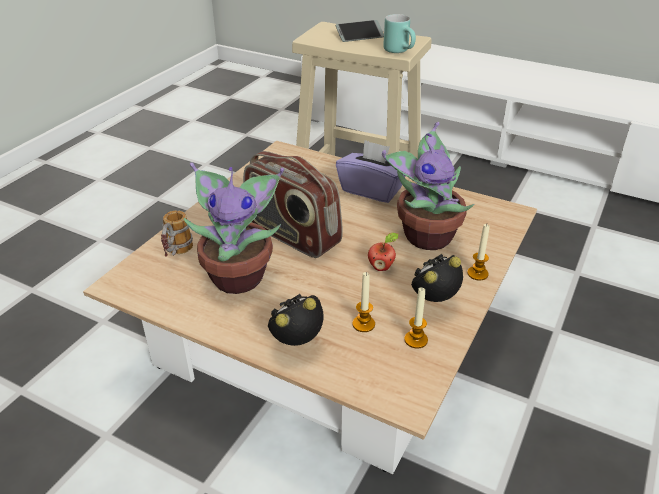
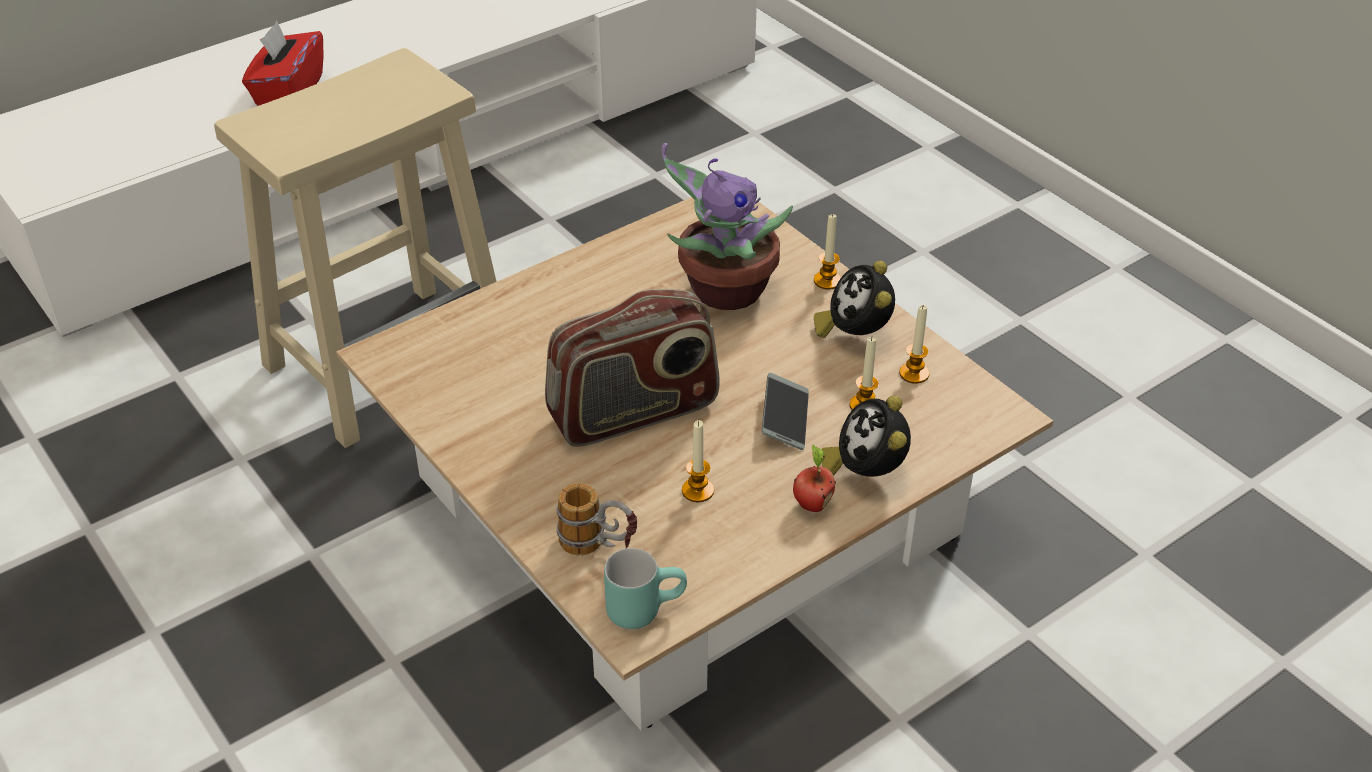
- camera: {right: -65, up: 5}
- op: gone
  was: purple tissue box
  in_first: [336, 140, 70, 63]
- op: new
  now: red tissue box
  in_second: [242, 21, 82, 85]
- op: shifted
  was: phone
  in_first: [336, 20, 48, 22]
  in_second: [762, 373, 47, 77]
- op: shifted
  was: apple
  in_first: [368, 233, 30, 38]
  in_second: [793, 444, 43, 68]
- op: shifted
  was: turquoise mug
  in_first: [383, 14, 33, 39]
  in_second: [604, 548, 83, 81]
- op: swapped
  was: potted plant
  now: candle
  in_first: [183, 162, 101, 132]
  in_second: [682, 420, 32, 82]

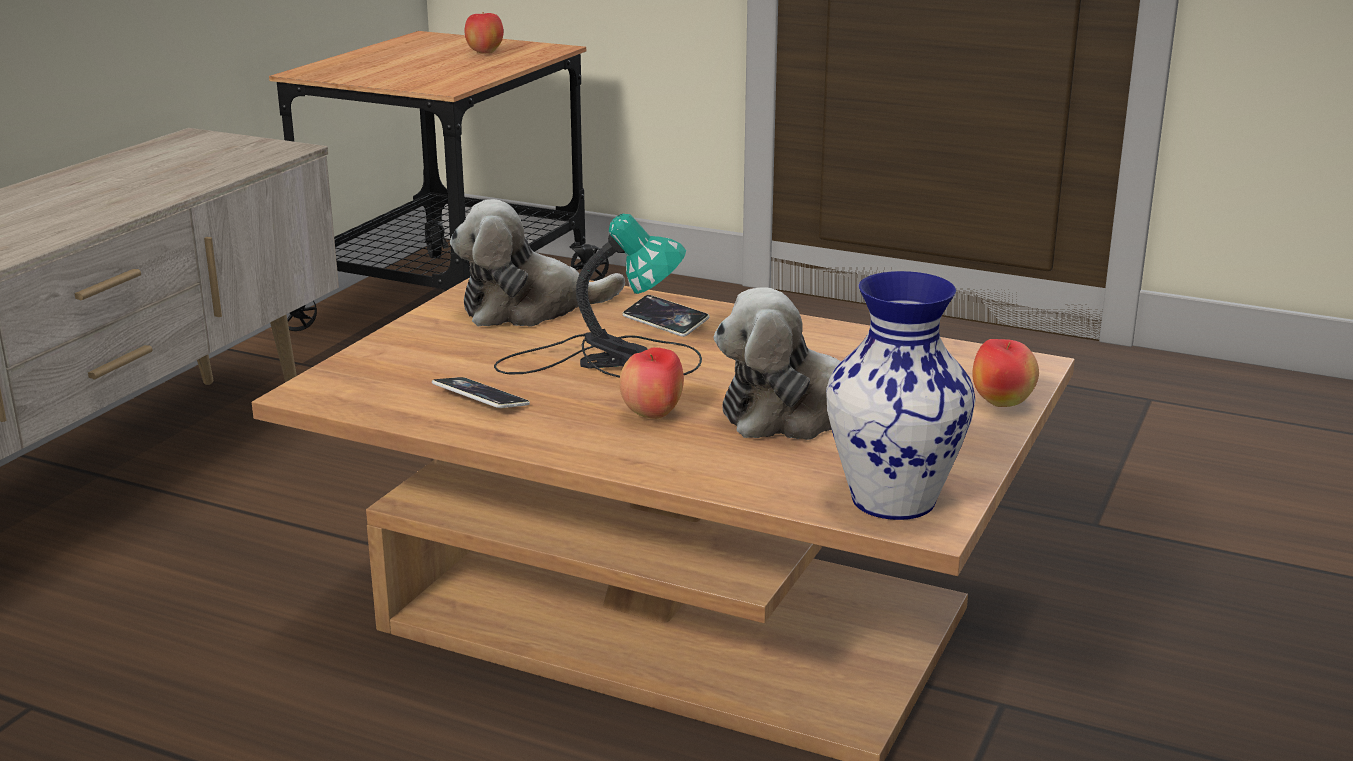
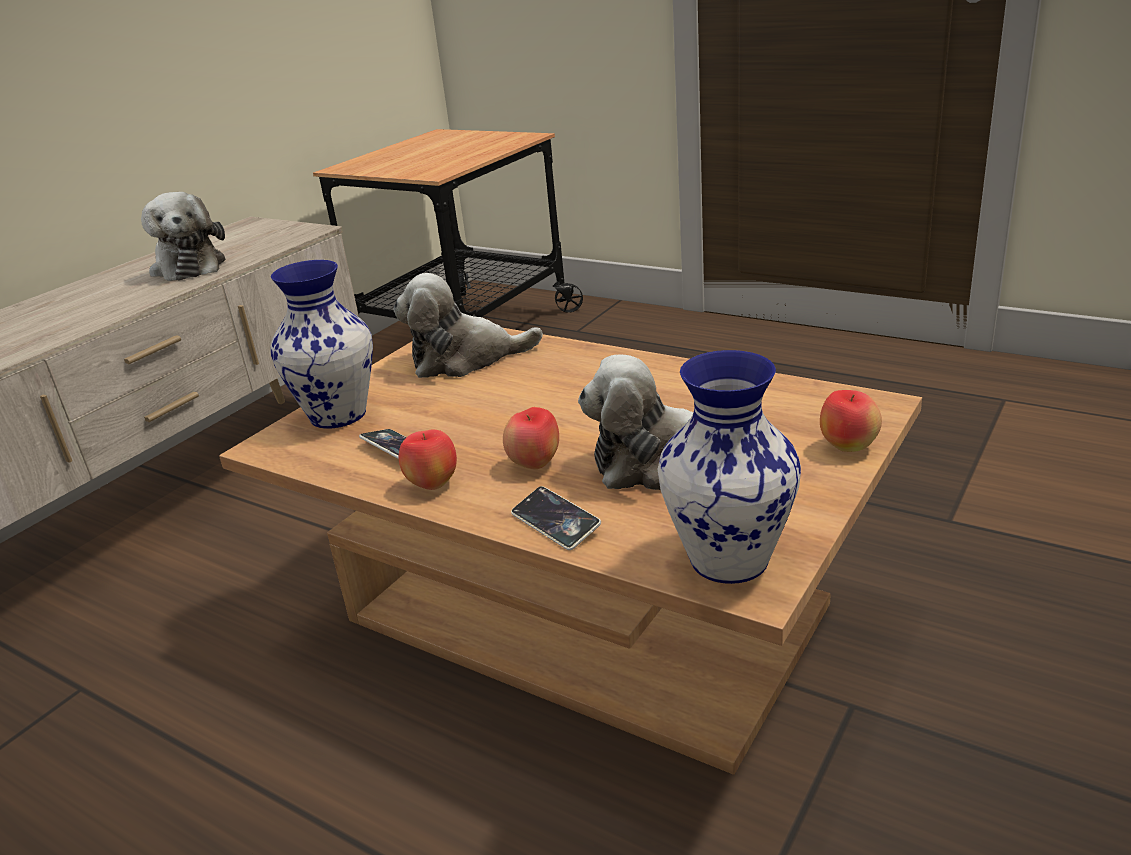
- camera: {right: 10, up: 5}
- op: gone
  was: table lamp
  in_first: [494, 214, 208, 164]
- op: new
  now: plush toy
  in_second: [141, 192, 85, 89]
- op: new
  now: vase
  in_second: [270, 260, 103, 169]
- op: shifted
  was: apple
  in_first: [465, 12, 39, 42]
  in_second: [399, 430, 58, 60]
- op: shifted
  was: phone
  in_first: [622, 295, 88, 42]
  in_second: [511, 486, 90, 64]

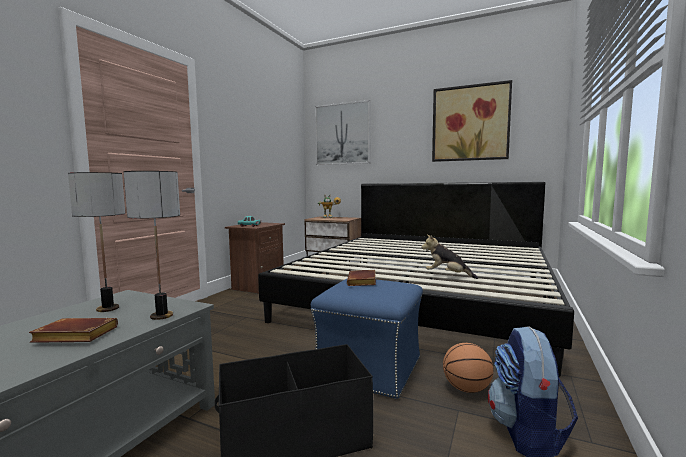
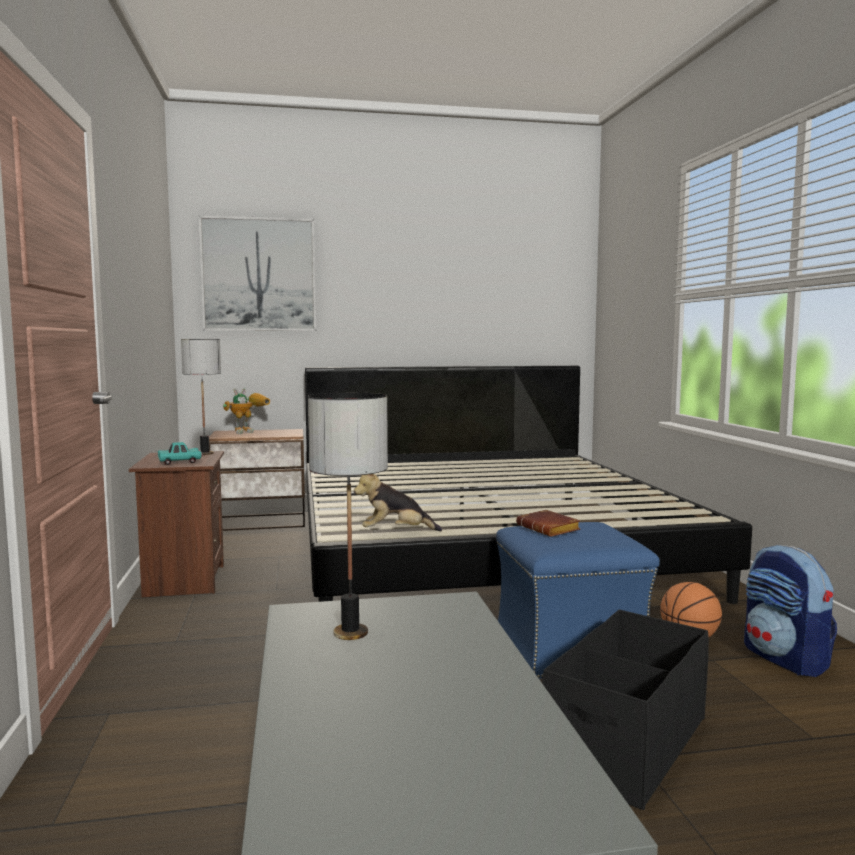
- camera: {right: -35, up: 0}
- op: gone
  was: brown book
  in_first: [29, 318, 89, 25]
- op: gone
  was: picture
  in_first: [432, 80, 80, 82]
- op: shifted
  was: table lamp
  in_first: [124, 171, 56, 149]
  in_second: [181, 339, 40, 116]
- op: shifted
  was: plush toy
  in_first: [421, 235, 57, 44]
  in_second: [354, 474, 88, 57]

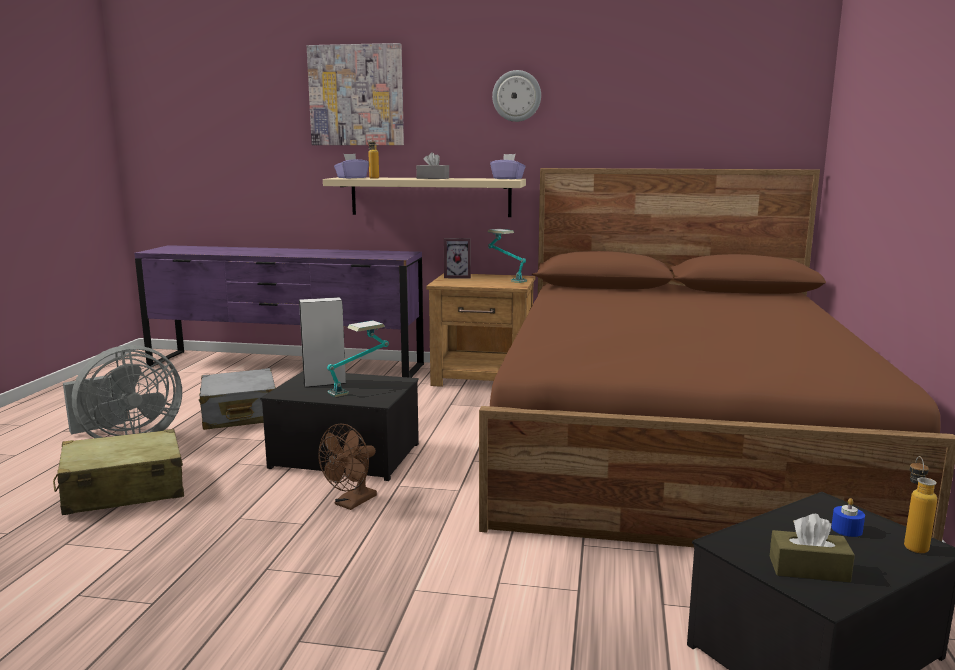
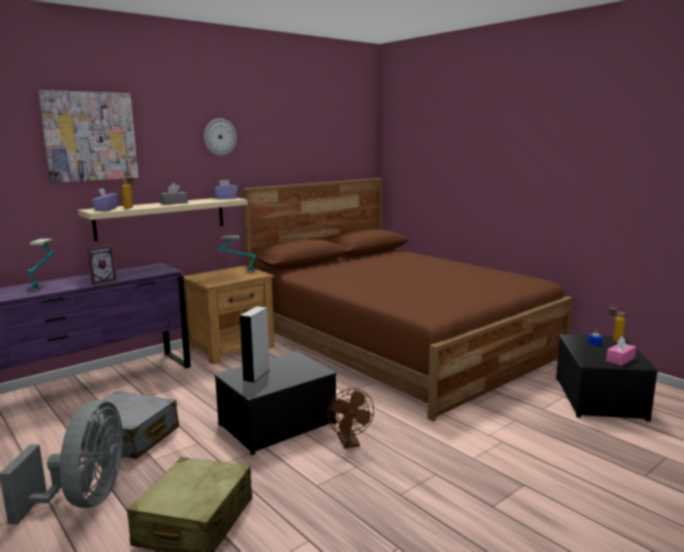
- camera: {right: -50, up: 0}
- op: shifted
  was: table lamp
  in_first: [327, 321, 62, 76]
  in_second: [27, 239, 28, 52]
- op: shifted
  was: picture frame
  in_first: [444, 238, 27, 41]
  in_second: [87, 245, 29, 40]
- op: repainted
  was: brown tissue box
  now: pink tissue box
  in_first: [770, 514, 85, 68]
  in_second: [606, 336, 30, 30]

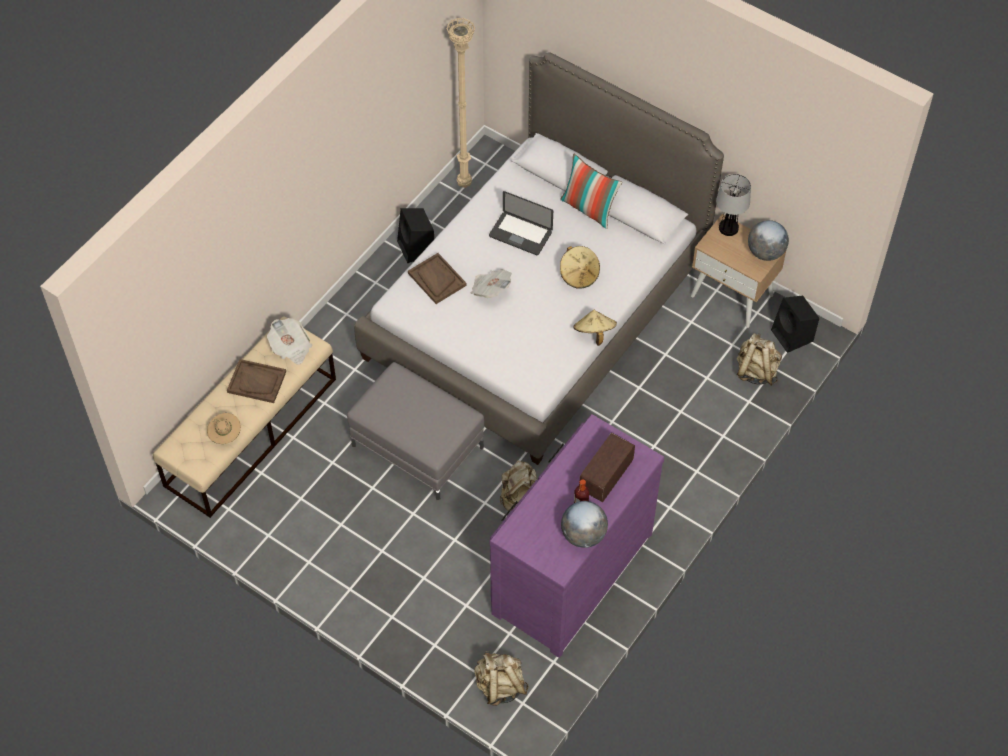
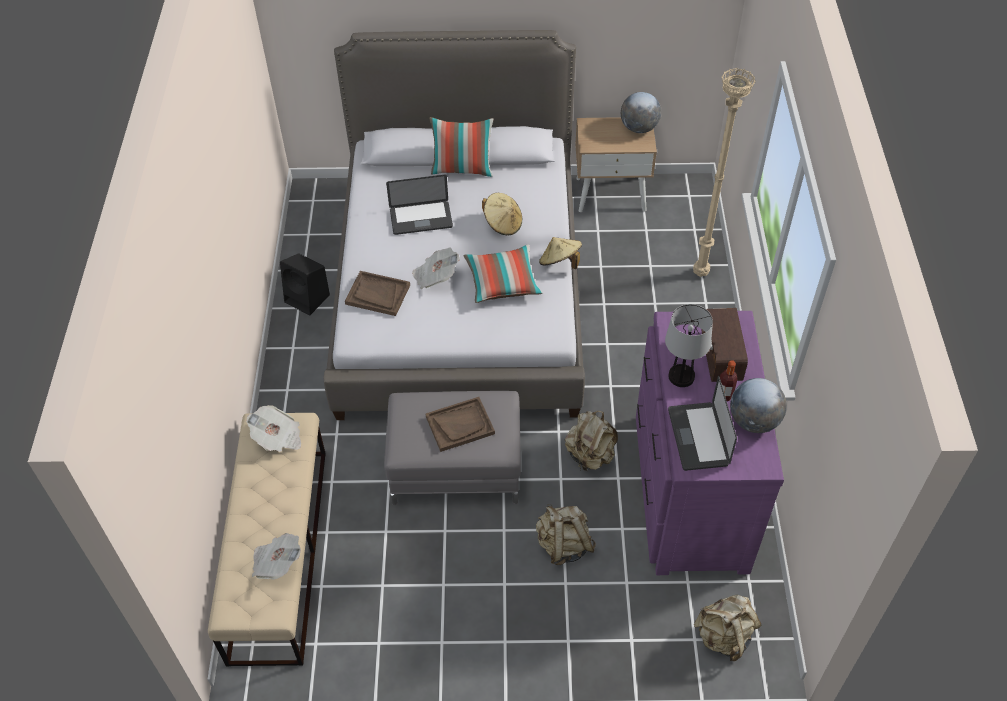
- camera: {right: -35, up: -5}
- op: gone
  was: black speaker
  in_first: [771, 295, 48, 58]
- op: new
  now: pillow
  in_second: [463, 245, 80, 58]
- op: new
  now: laptop
  in_second: [668, 376, 69, 95]
- op: shifted
  was: brown tray
  in_first: [227, 359, 59, 44]
  in_second: [426, 397, 69, 55]
- op: shifted
  was: beige floor lamp
  in_first: [446, 18, 29, 170]
  in_second: [693, 68, 63, 209]
- op: shifted
  was: table lamp
  in_first: [716, 174, 35, 62]
  in_second: [665, 304, 48, 83]
- op: shifted
  was: beige backpack
  in_first: [737, 333, 45, 53]
  in_second: [536, 504, 60, 61]
- op: swapped
  was: beige hat
  now: newspaper
  in_first: [207, 413, 34, 31]
  in_second: [252, 533, 49, 47]

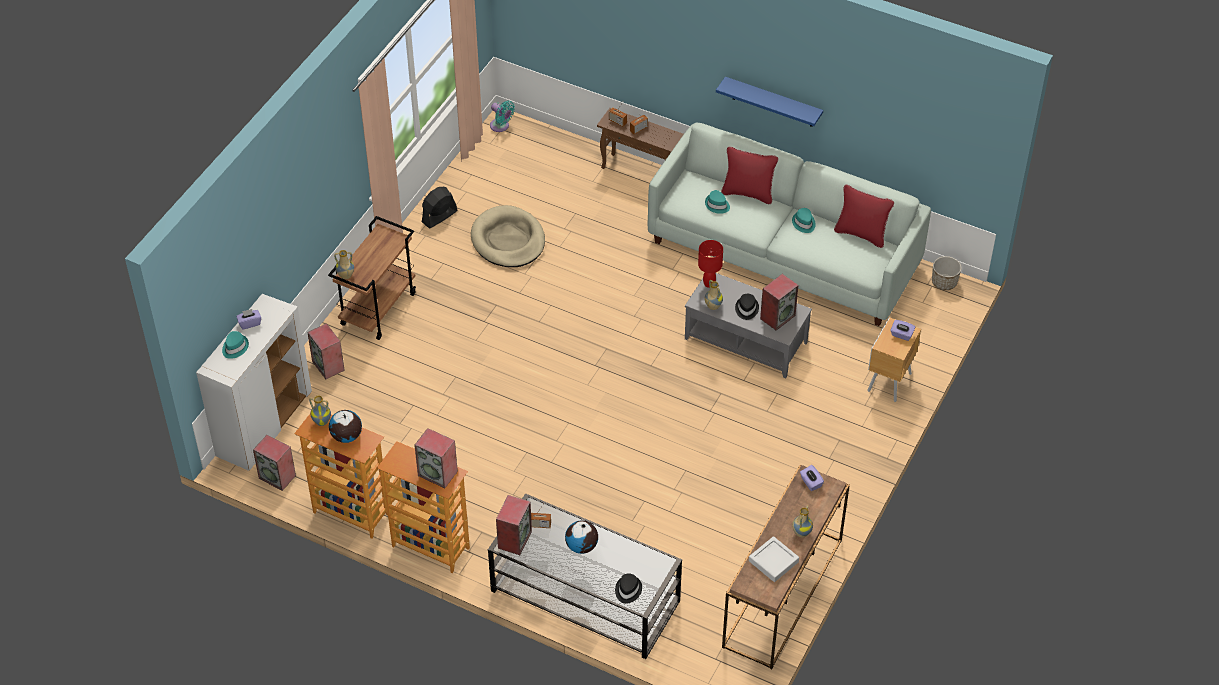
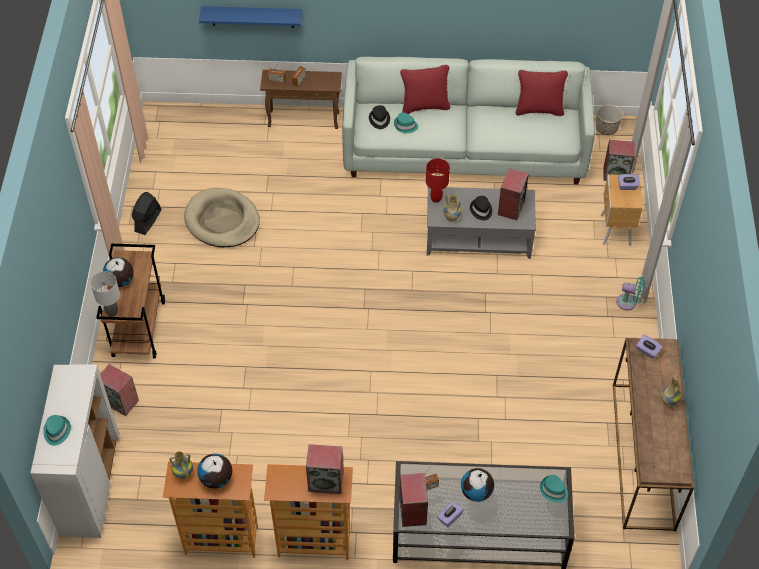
- camera: {right: -25, up: 5}
- op: gone
  was: grey tray
  in_first: [749, 536, 50, 46]
- op: new
  now: globe
  in_second: [103, 257, 30, 30]
- op: shifted
  was: purple tissue box
  in_first: [236, 309, 25, 20]
  in_second: [437, 502, 27, 25]
- op: shifted
  was: speaker
  in_first: [253, 435, 43, 56]
  in_second: [603, 140, 32, 41]
- op: shifted
  was: turquoise fan
  in_first: [490, 101, 25, 31]
  in_second: [616, 277, 29, 33]
- op: shifted
  was: black hat
  in_first: [615, 573, 27, 31]
  in_second: [369, 105, 21, 24]
- op: shifted
  was: blue shelf
  in_first: [716, 77, 107, 50]
  in_second: [199, 6, 103, 22]
- op: shifted
  was: turquoise hat
  in_first: [792, 208, 24, 25]
  in_second: [540, 475, 28, 28]
- op: swapped
  was: vase
  now: grey table lamp
  in_first: [334, 250, 20, 29]
  in_second: [91, 271, 29, 46]

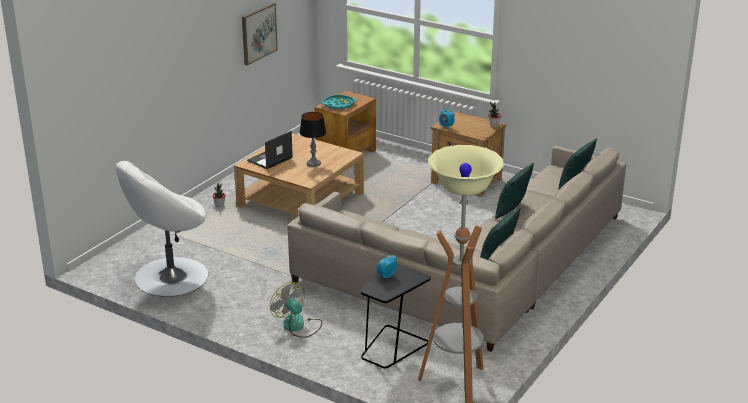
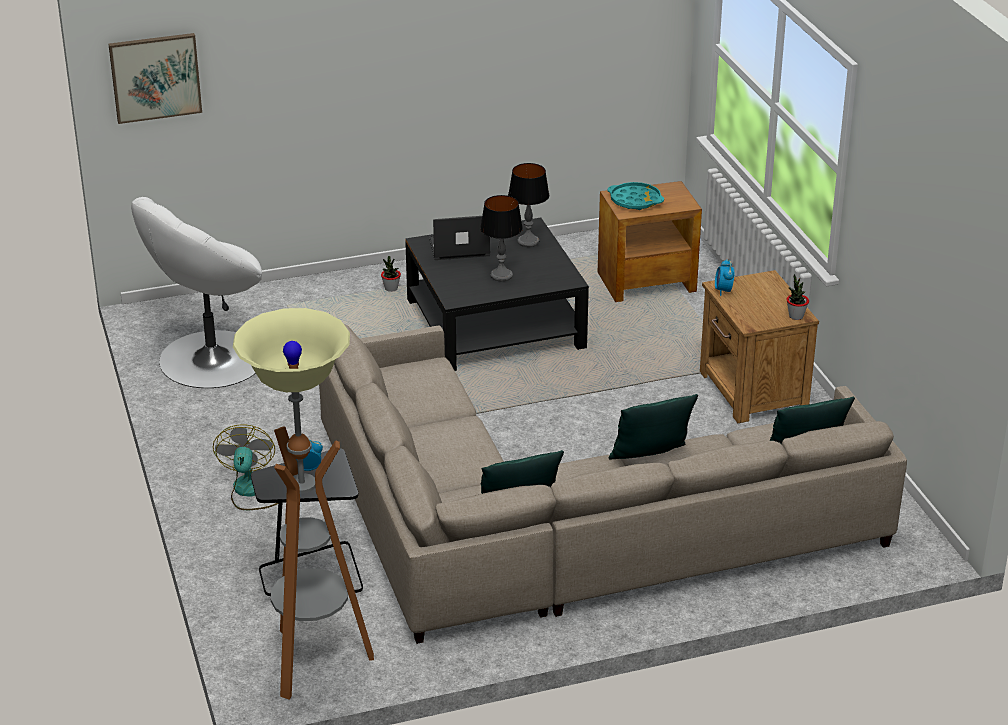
- camera: {right: 40, up: 5}
- op: new
  now: table lamp
  in_second: [508, 163, 41, 84]
- op: shifted
  was: picture
  in_first: [242, 3, 36, 62]
  in_second: [109, 33, 93, 91]
- op: repainted
  was: beige coffee table
  now: black coffee table
  in_first: [234, 133, 130, 83]
  in_second: [405, 218, 184, 153]
- op: rotated
  was: white armchair
  in_first: [116, 161, 92, 136]
  in_second: [131, 197, 131, 191]
  clockwise: -45

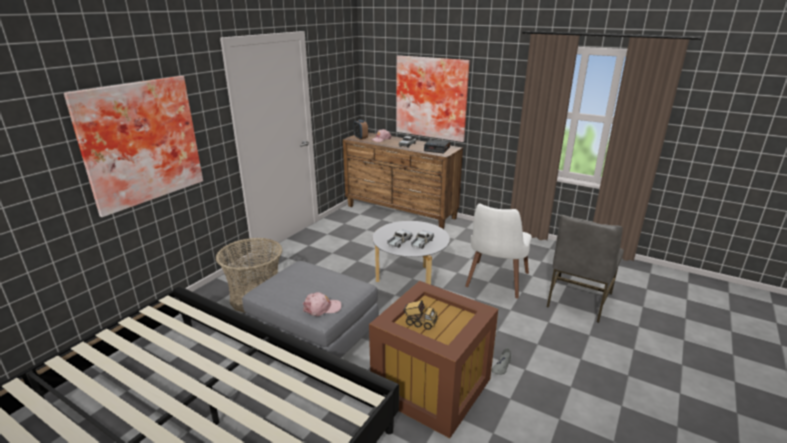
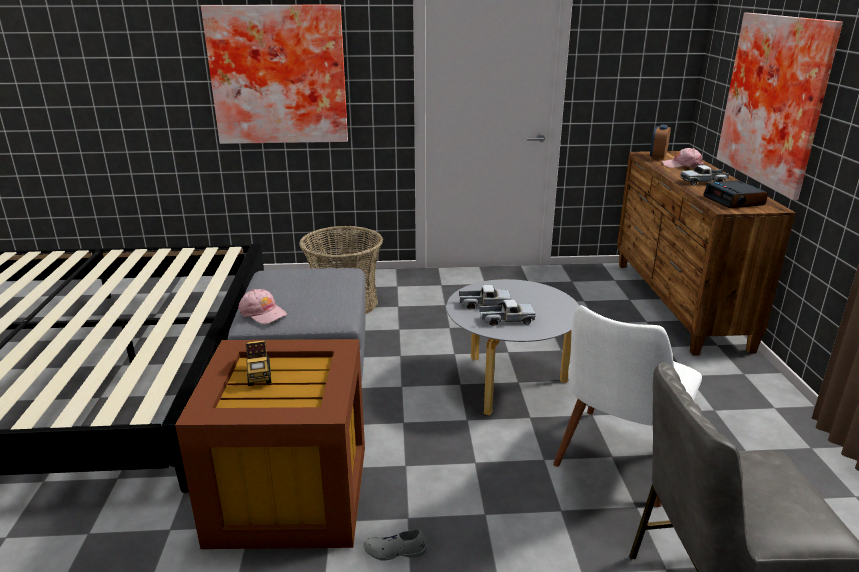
- camera: {right: 55, up: 0}
- op: rotated
  was: white chair
  in_first: [465, 204, 67, 95]
  in_second: [553, 305, 149, 202]
  clockwise: -45

